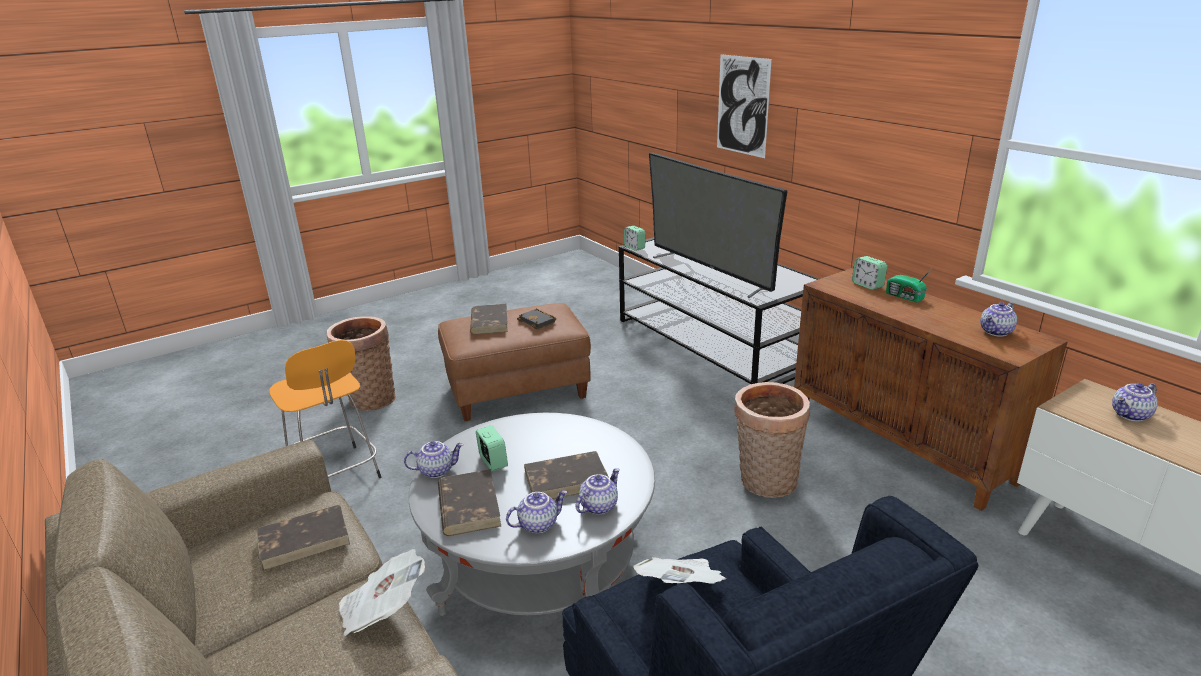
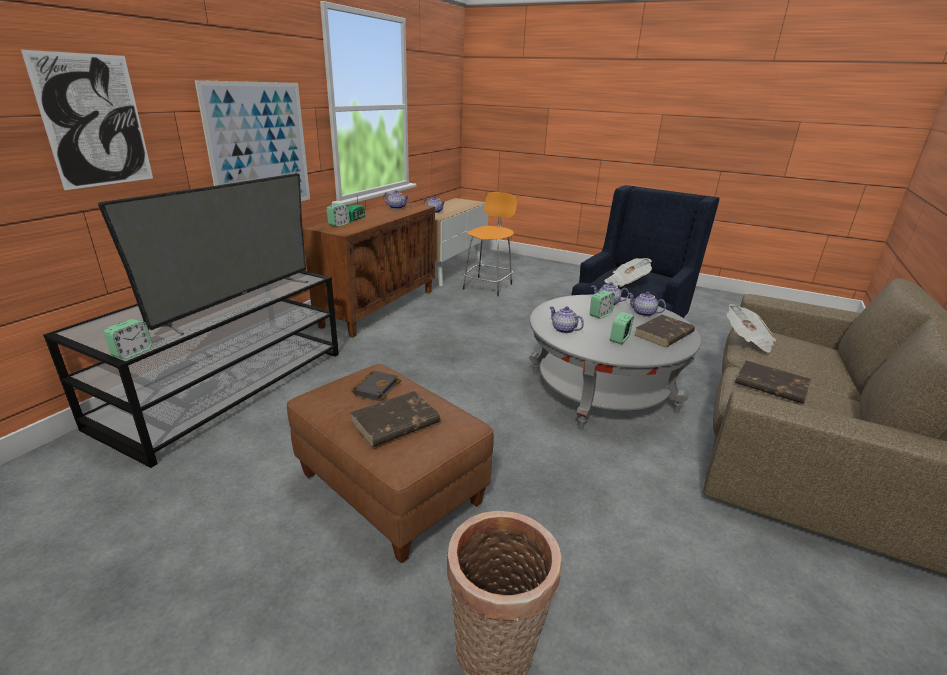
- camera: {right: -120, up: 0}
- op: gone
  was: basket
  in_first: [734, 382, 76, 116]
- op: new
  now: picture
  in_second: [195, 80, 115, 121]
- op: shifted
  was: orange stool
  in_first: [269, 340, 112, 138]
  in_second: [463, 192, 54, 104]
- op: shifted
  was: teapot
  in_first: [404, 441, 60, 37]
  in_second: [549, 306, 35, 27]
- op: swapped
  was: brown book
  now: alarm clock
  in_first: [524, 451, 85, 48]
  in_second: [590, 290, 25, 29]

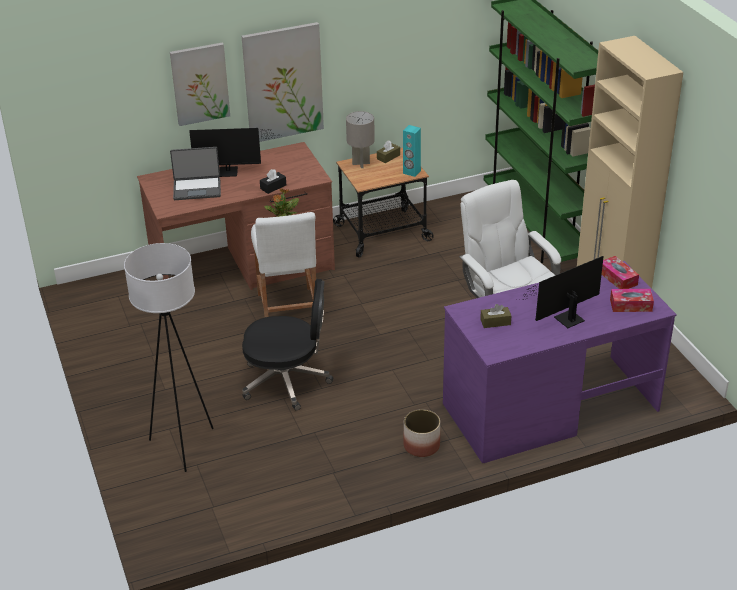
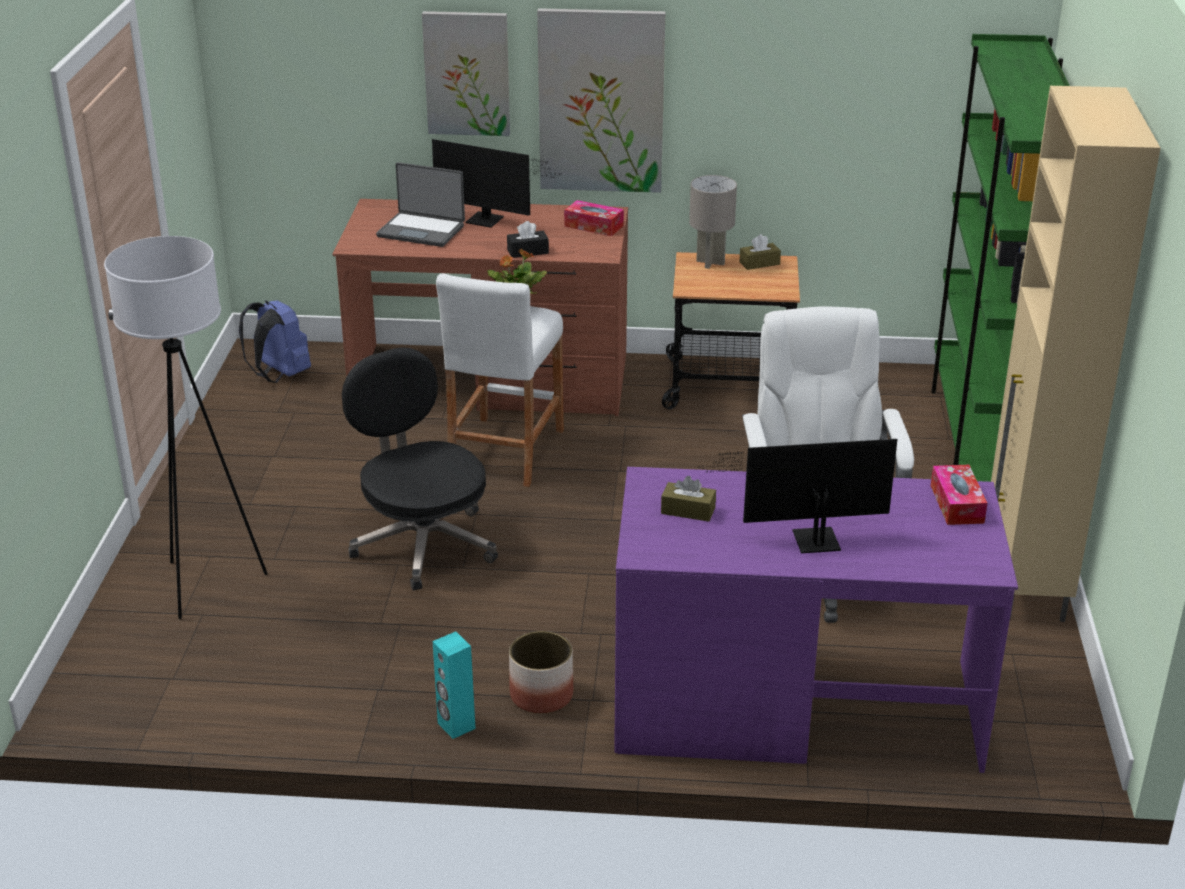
- camera: {right: 25, up: -5}
- op: new
  now: blue backpack
  in_second: [239, 300, 72, 83]
- op: shifted
  was: turquoise speaker
  in_first: [403, 125, 18, 52]
  in_second: [433, 631, 43, 108]
- op: shifted
  was: tissue box
  in_first: [610, 289, 44, 23]
  in_second: [564, 200, 60, 36]
- op: rotated
  was: black office chair
  in_first: [242, 279, 92, 132]
  in_second: [342, 347, 156, 244]
  clockwise: -150

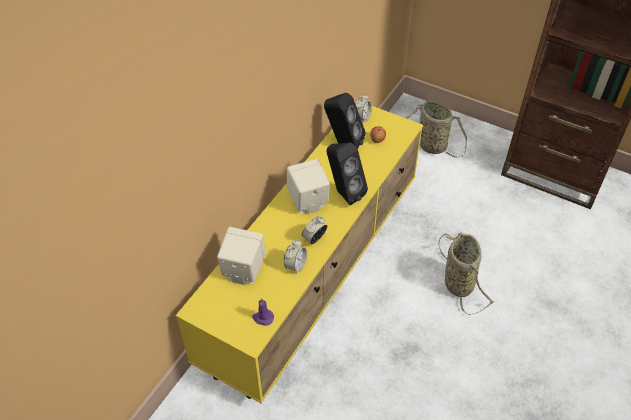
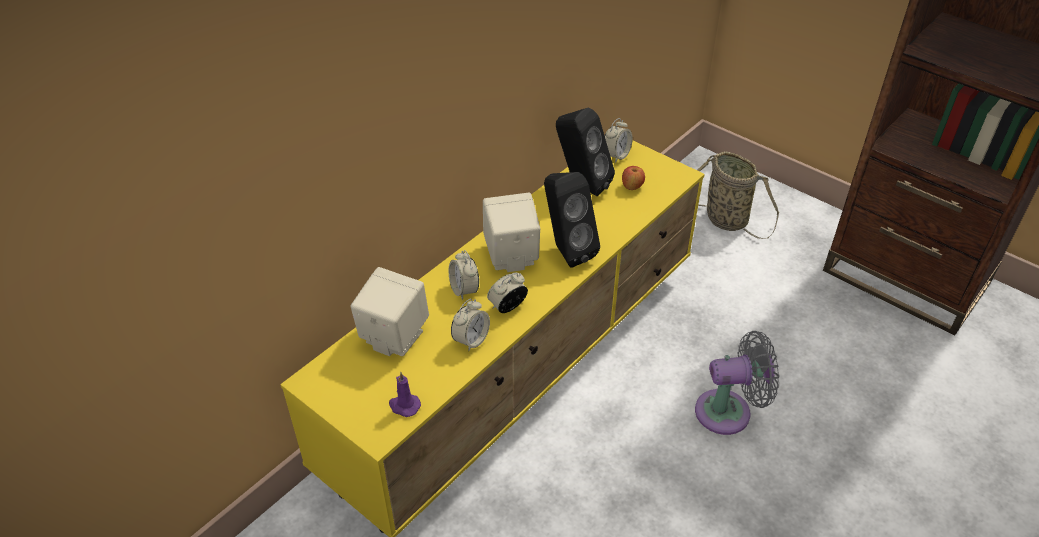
- camera: {right: 10, up: -5}
- op: new
  now: alarm clock
  in_second: [449, 250, 30, 50]
- op: swapped
  was: basket
  now: grey fan
  in_first: [438, 233, 56, 82]
  in_second: [695, 331, 84, 104]

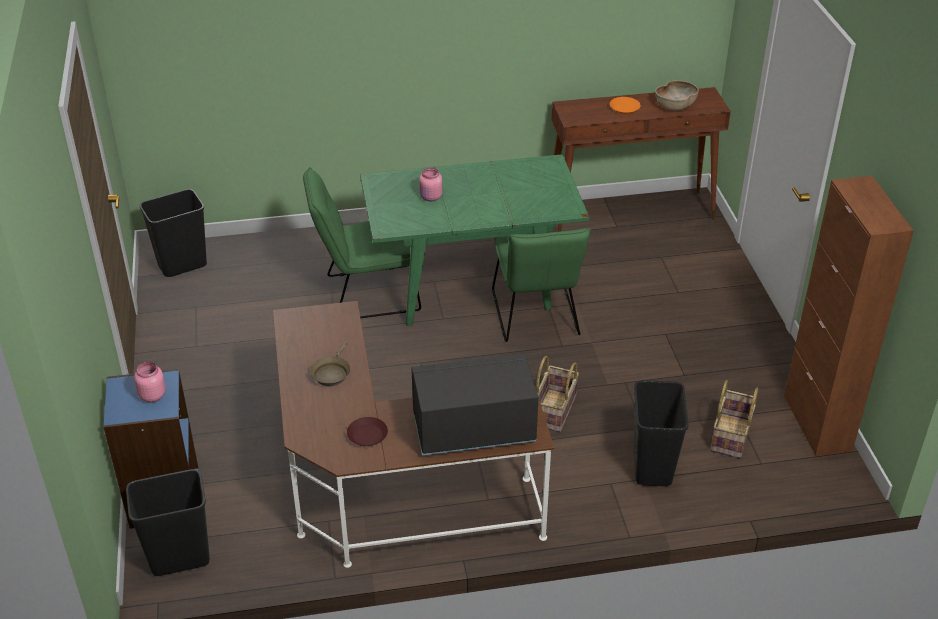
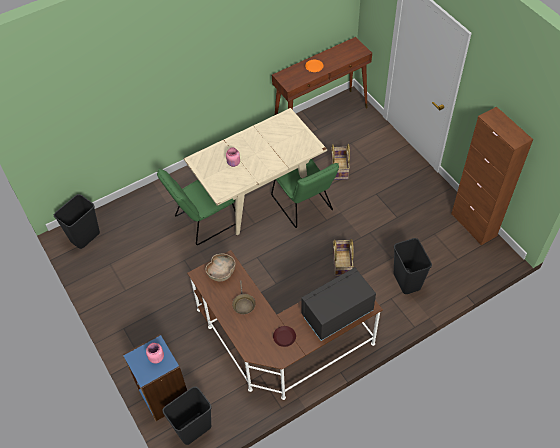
- camera: {right: -20, up: 15}
- op: shifted
  was: brown bowl
  in_first: [655, 80, 44, 31]
  in_second: [205, 253, 30, 28]
- op: shifted
  was: basket
  in_first: [711, 380, 47, 78]
  in_second: [331, 144, 19, 36]
- op: repainted
  was: green dining table
  now: beige dining table
  in_first: [360, 154, 230, 172]
  in_second: [184, 108, 143, 127]

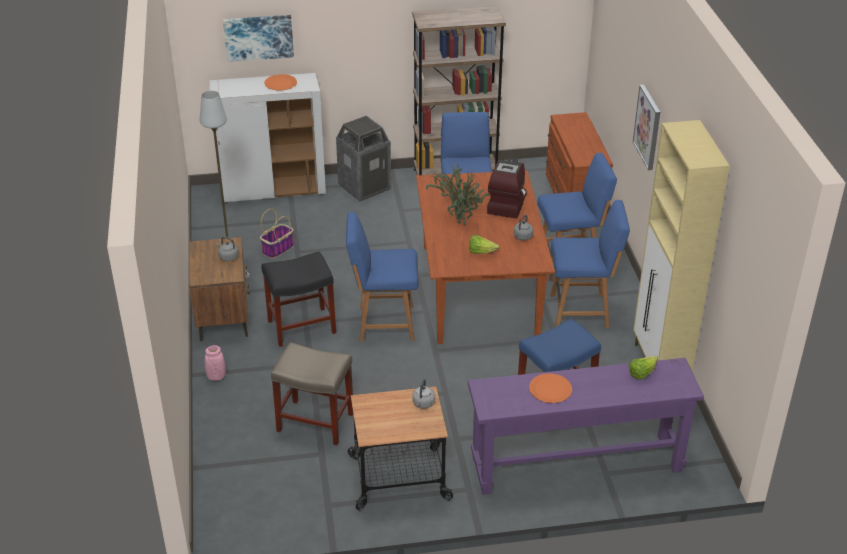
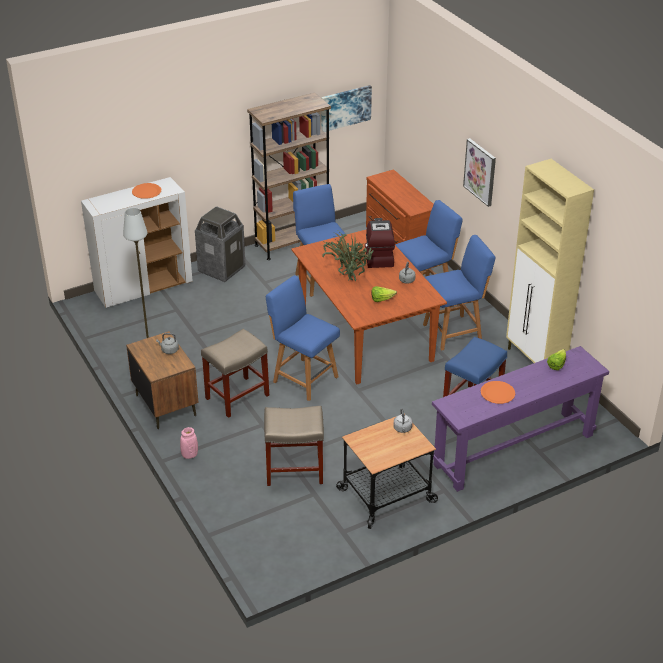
- camera: {right: -20, up: 0}
- op: gone
  was: basket
  in_first: [260, 208, 34, 51]
- op: shifted
  was: picture
  in_first: [223, 15, 71, 47]
  in_second: [321, 85, 51, 47]
- op: repainted
  was: black stool
  now: beige stool
  in_first: [262, 251, 74, 96]
  in_second: [201, 329, 68, 89]
- op: rotated
  was: blue chair
  in_first: [346, 212, 73, 130]
  in_second: [266, 275, 74, 126]
  clockwise: 60

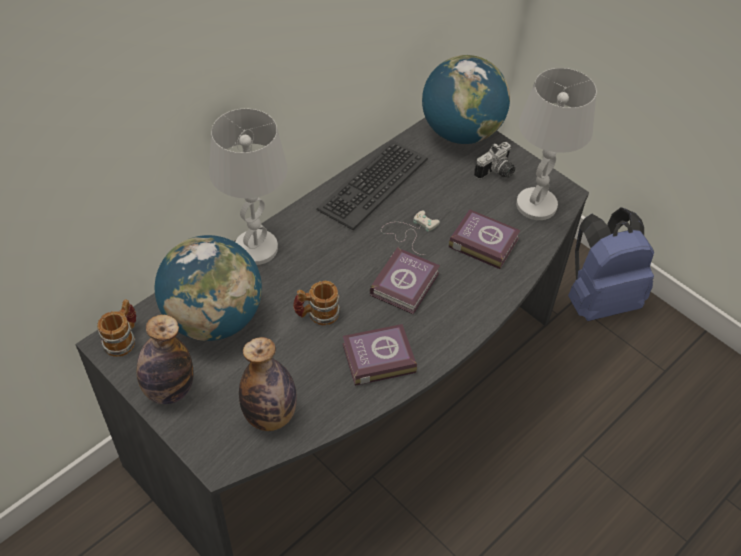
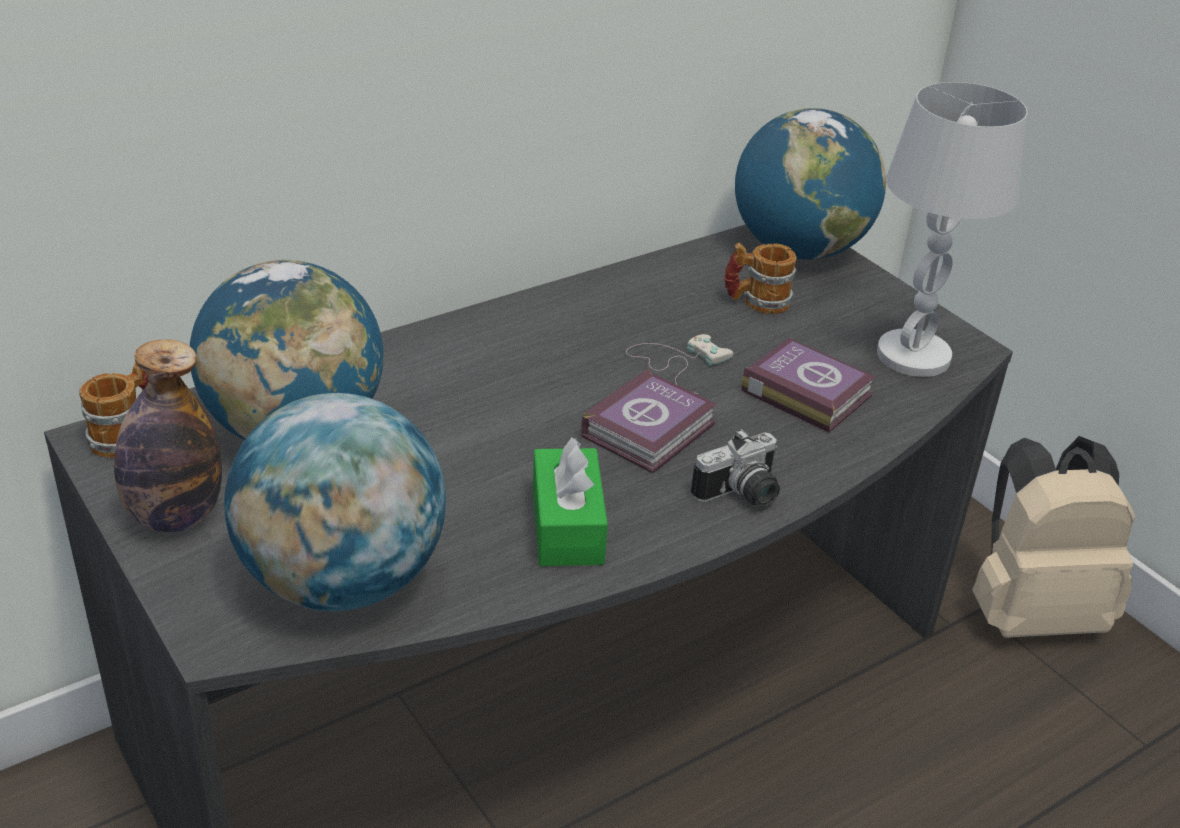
- camera: {right: 10, up: -15}
- op: gone
  was: white table lamp
  in_first: [209, 108, 79, 157]
- op: gone
  was: keyboard
  in_first: [317, 140, 111, 90]
- op: shifted
  was: mug
  in_first: [293, 281, 47, 44]
  in_second: [724, 243, 73, 71]
- op: shifted
  was: photo camera
  in_first: [474, 142, 41, 37]
  in_second: [691, 429, 89, 78]
- op: swapped
  was: bottle
  now: globe
  in_first: [239, 337, 58, 94]
  in_second: [224, 393, 222, 218]
- op: swapped
  was: book
  now: green tissue box
  in_first: [342, 324, 75, 62]
  in_second: [533, 437, 75, 129]
- op: repainted
  was: blue backpack
  now: beige backpack
  in_first: [568, 207, 86, 114]
  in_second: [972, 436, 163, 202]

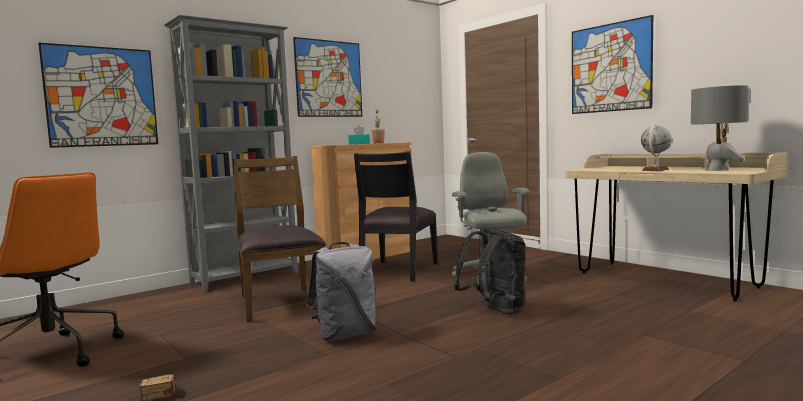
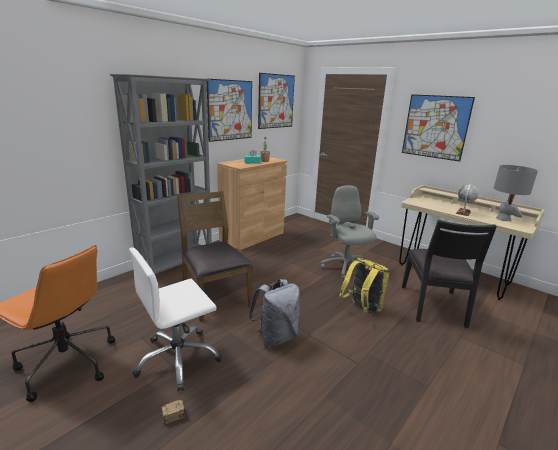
- camera: {right: -10, up: 15}
- op: new
  now: white office chair
  in_second: [129, 247, 93, 144]
- op: shifted
  was: picture
  in_first: [38, 43, 120, 105]
  in_second: [258, 73, 37, 56]
- op: shifted
  was: black chair
  in_first: [354, 151, 84, 131]
  in_second: [402, 220, 95, 108]
- op: repainted
  was: black backpack
  now: yellow backpack
  in_first: [454, 227, 71, 88]
  in_second: [339, 258, 51, 56]

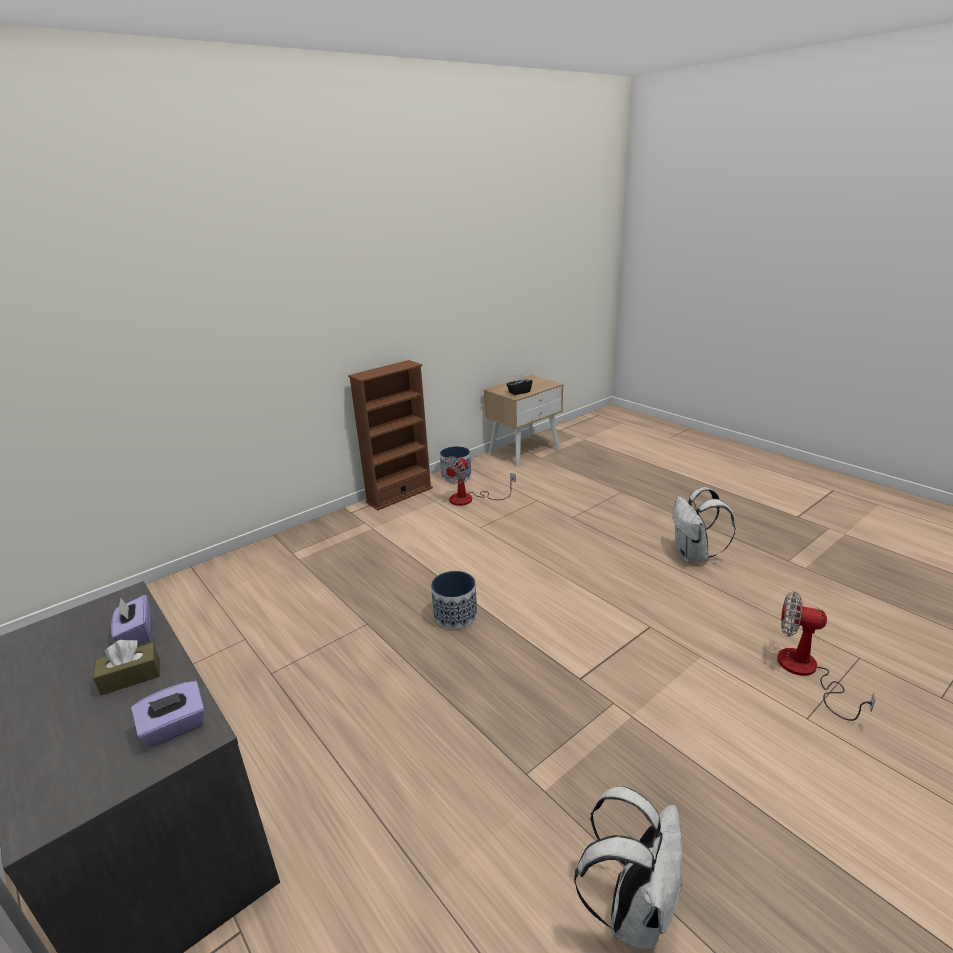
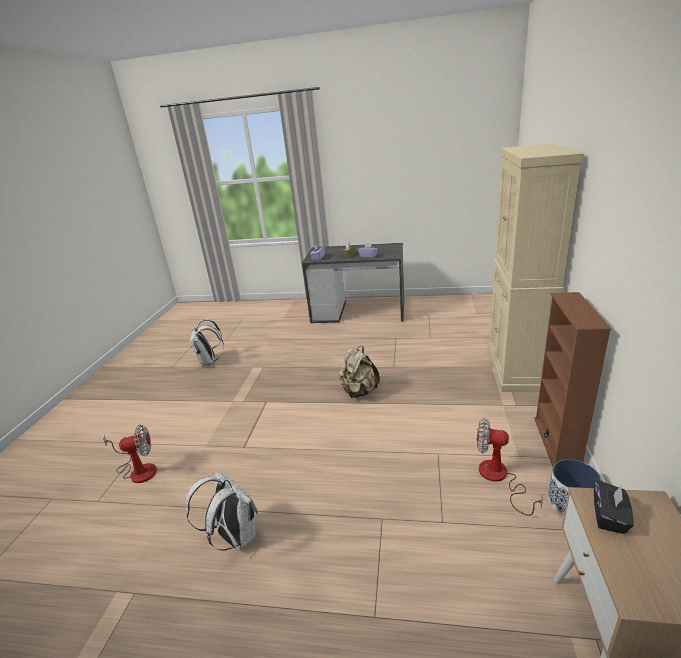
- camera: {right: 140, up: 0}
- op: new
  now: beige cabinet
  in_second: [488, 144, 96, 248]
- op: swapped
  was: planter
  now: beige backpack
  in_first: [431, 571, 46, 58]
  in_second: [338, 346, 42, 52]
- op: rotated
  was: fan
  in_first: [441, 456, 75, 50]
  in_second: [477, 418, 66, 98]
  clockwise: -60

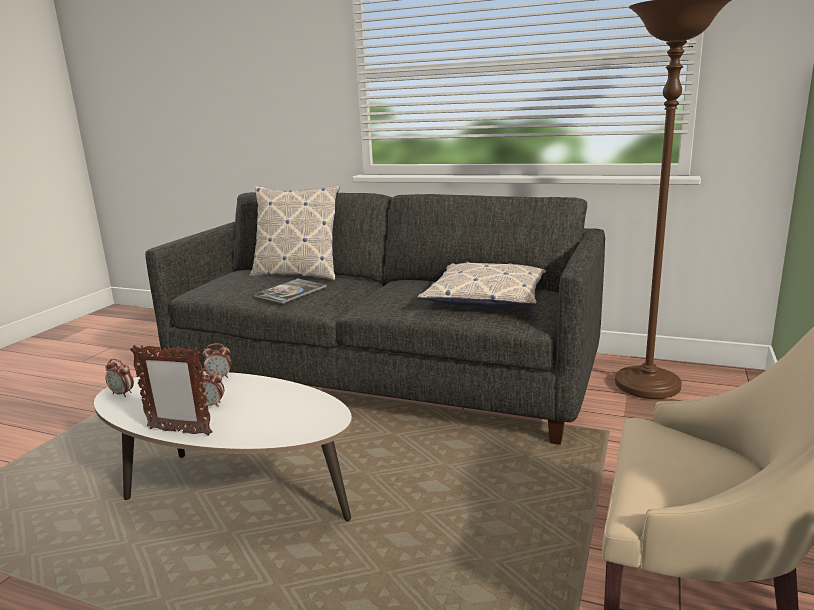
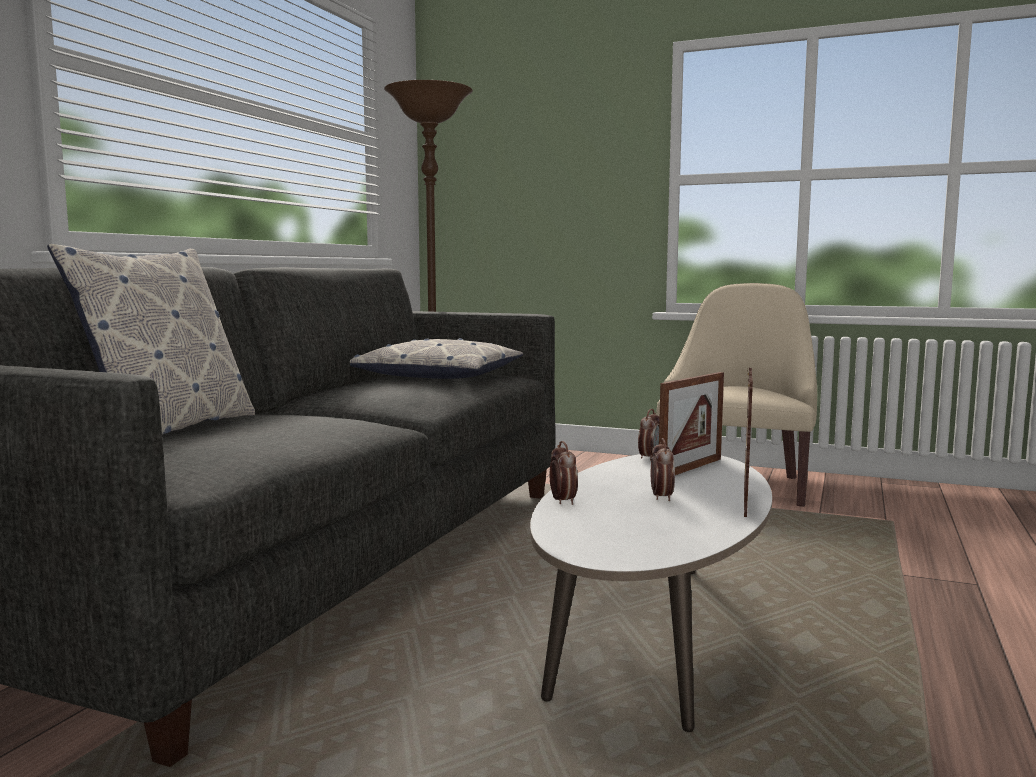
- camera: {right: -90, up: -10}
- op: gone
  was: book
  in_first: [253, 278, 73, 26]
- op: new
  now: picture frame
  in_second: [659, 372, 65, 103]
- op: shifted
  was: alarm clock
  in_first: [105, 359, 29, 38]
  in_second: [638, 409, 22, 52]

